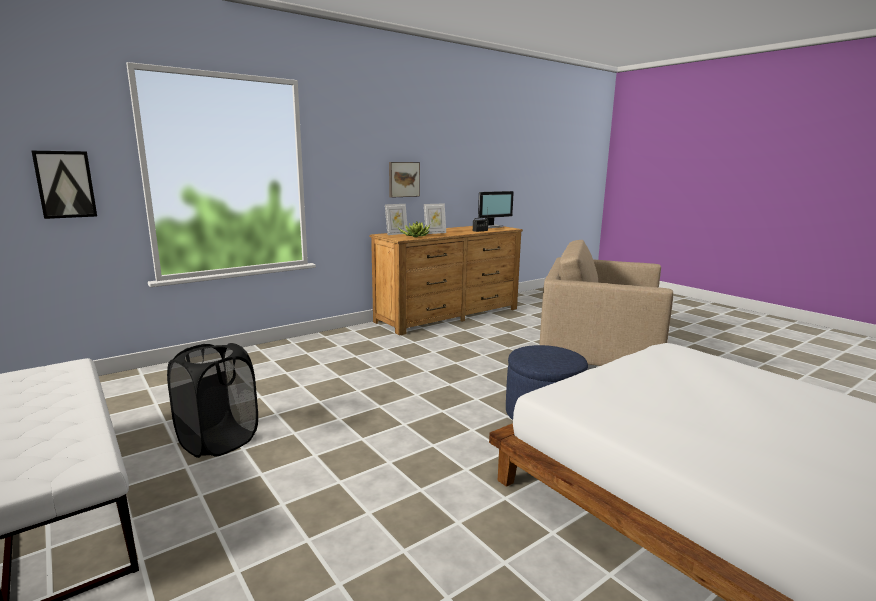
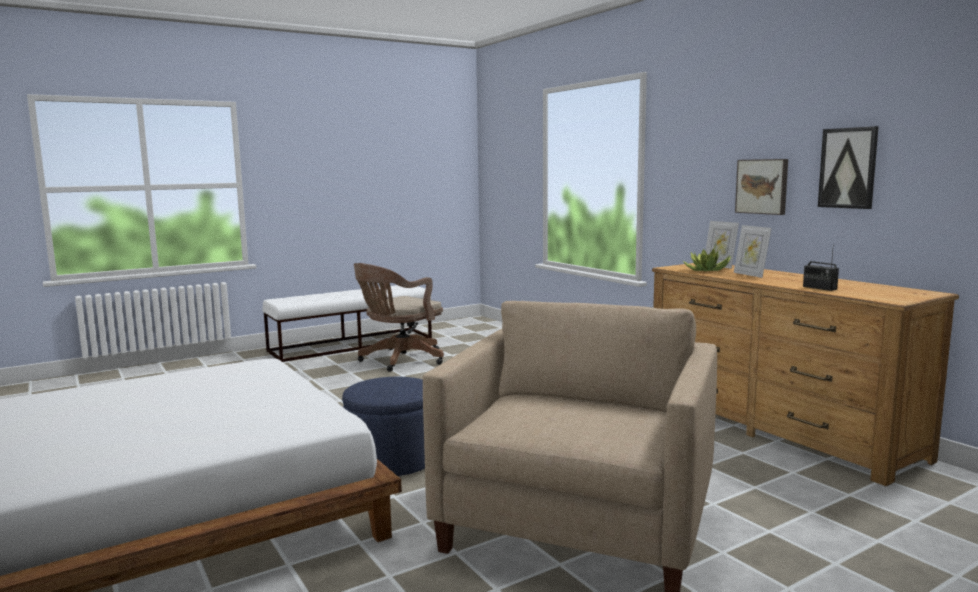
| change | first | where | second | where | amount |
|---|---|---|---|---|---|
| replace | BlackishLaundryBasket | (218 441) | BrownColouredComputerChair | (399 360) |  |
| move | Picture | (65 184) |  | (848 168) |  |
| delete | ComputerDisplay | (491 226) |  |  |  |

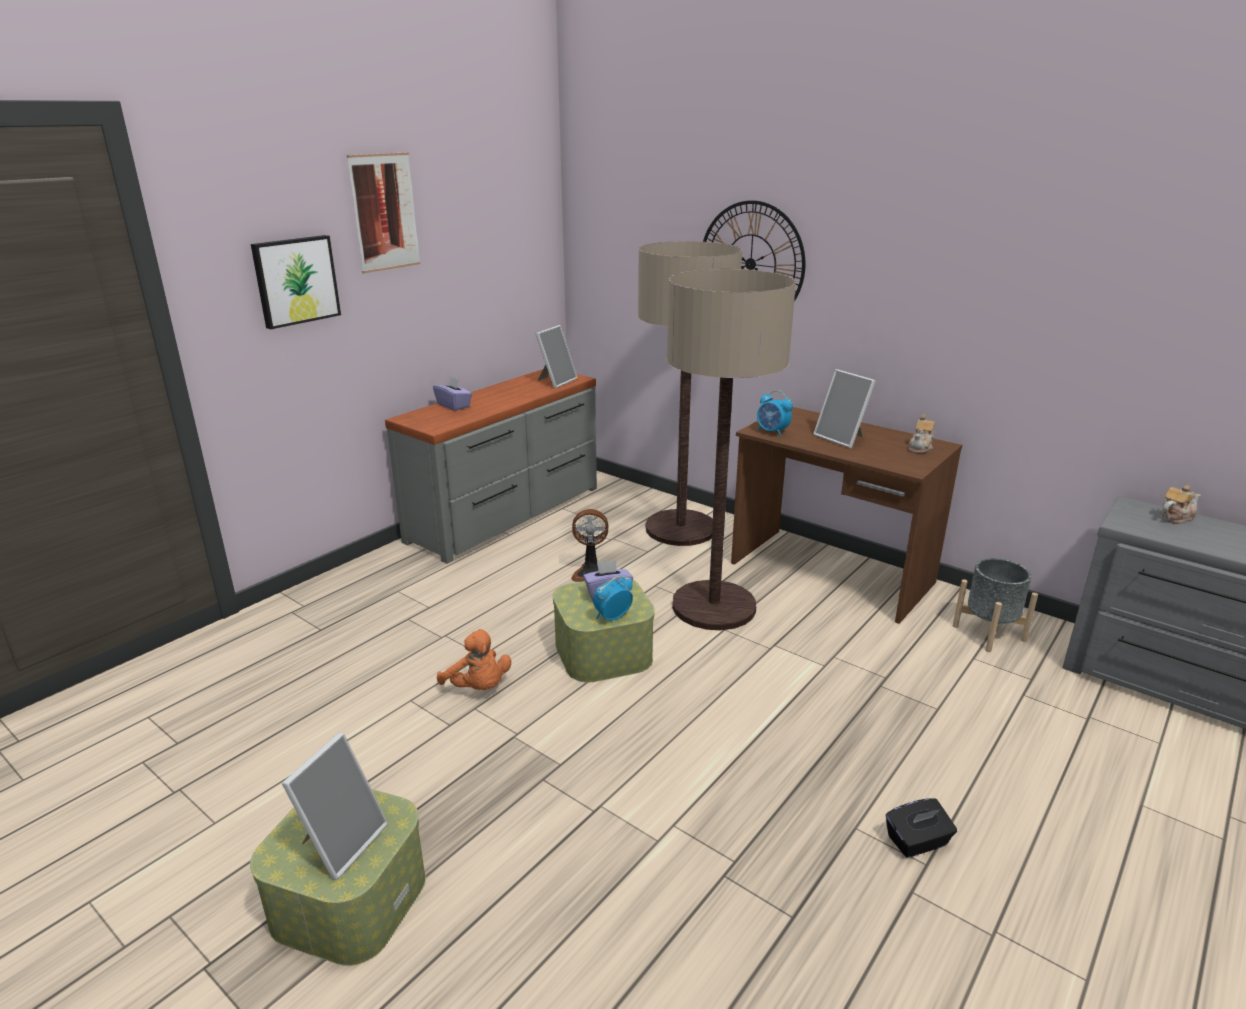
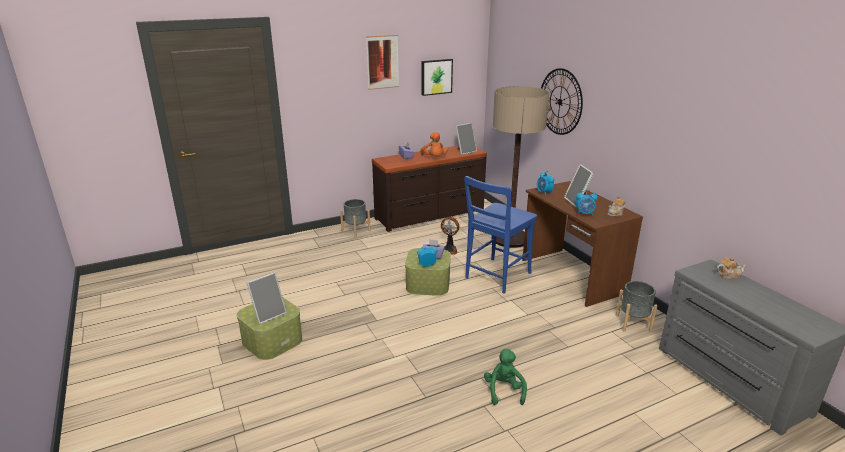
| change | first | where | second | where | amount |
|---|---|---|---|---|---|
| insert |  |  | GreyPlantPot | (356 231) |  |
| recolor | GreyChestOfDrawers | (507 514) | BrownColouredChestOfDrawers | (430 215) |  |
| move | OrangeCuddlyToy | (478 688) |  | (434 158) |  |
| move | Picture | (295 280) |  | (436 76) |  |
| replace | StandingLamp | (713 606) | BluePlainChair | (495 277) |  |
| replace | BlackishTissueHolder | (917 842) | GreenishCuddlyToy | (504 391) |  |
| insert |  |  | BedsideClock | (584 214) |  |

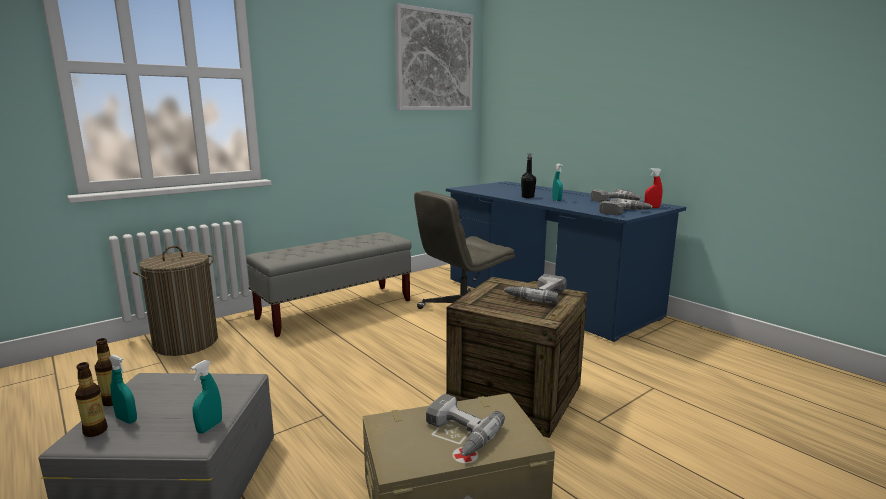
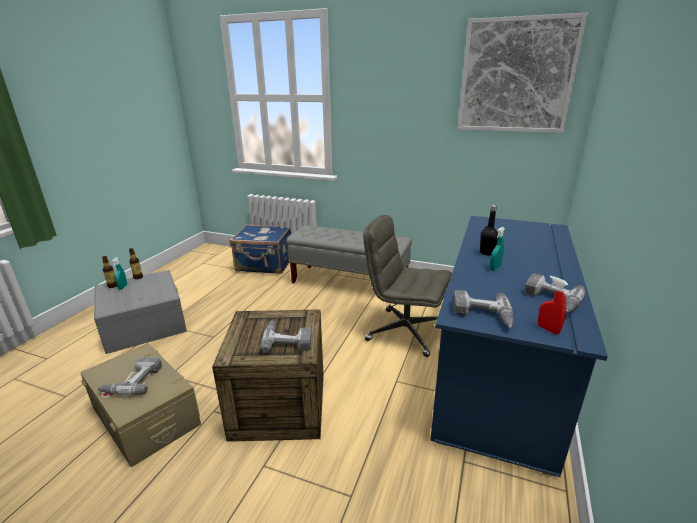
| change | first | where | second | where | amount |
|---|---|---|---|---|---|
| replace | LaundryBasket | (186 343) | BlueTravelCase | (265 265) |  |
| delete | BlueGreenSprayer | (209 427) |  |  |  |

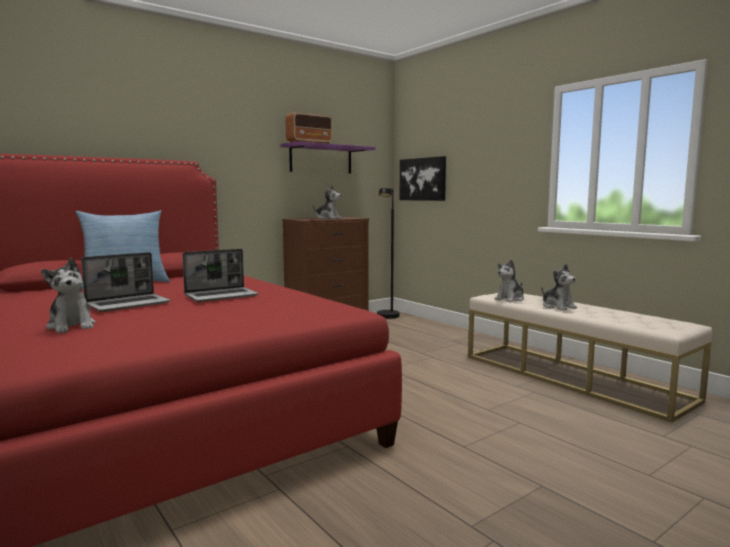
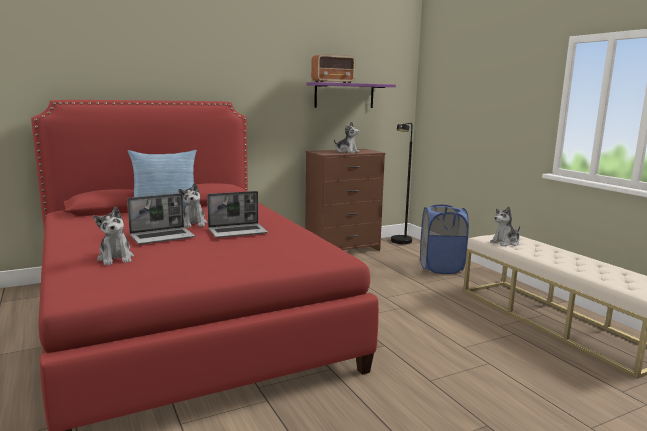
| change | first | where | second | where | amount |
|---|---|---|---|---|---|
| move | CuddlyToy | (558 306) |  | (193 223) |  |
| insert |  |  | BlueLaundryBasket | (441 268) |  |
| delete | Picture | (423 179) |  |  |  |

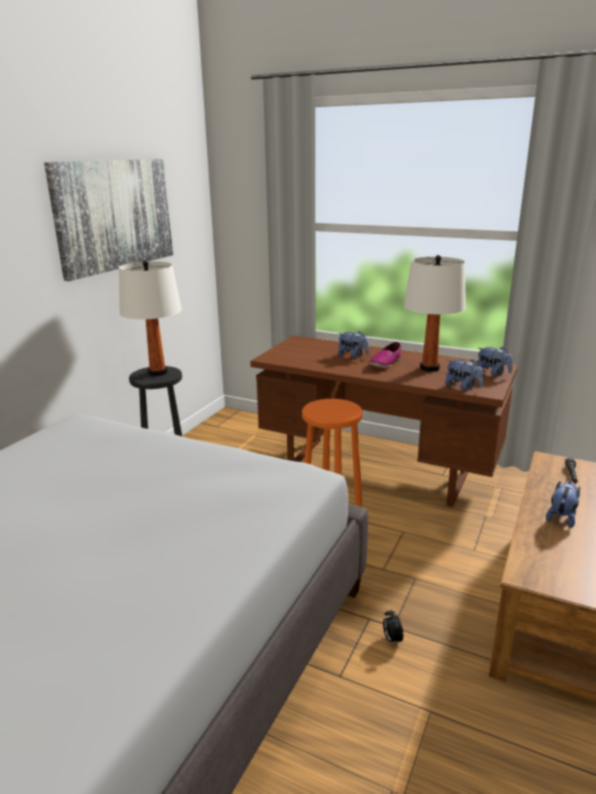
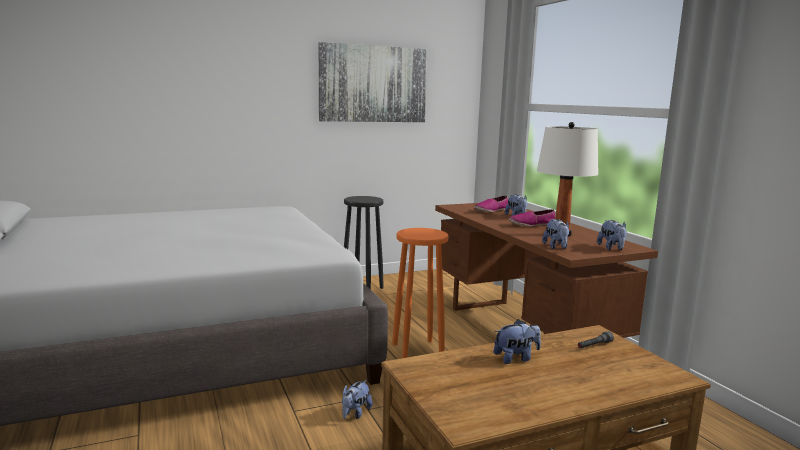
| change | first | where | second | where | amount |
|---|---|---|---|---|---|
| replace | BedsideClock | (391 639) | CuddlyToy | (355 413) |  |
| insert |  |  | ItemOfFootwear | (491 210) |  |
| delete | WhiteColouredTableLamp | (157 372) |  |  |  |

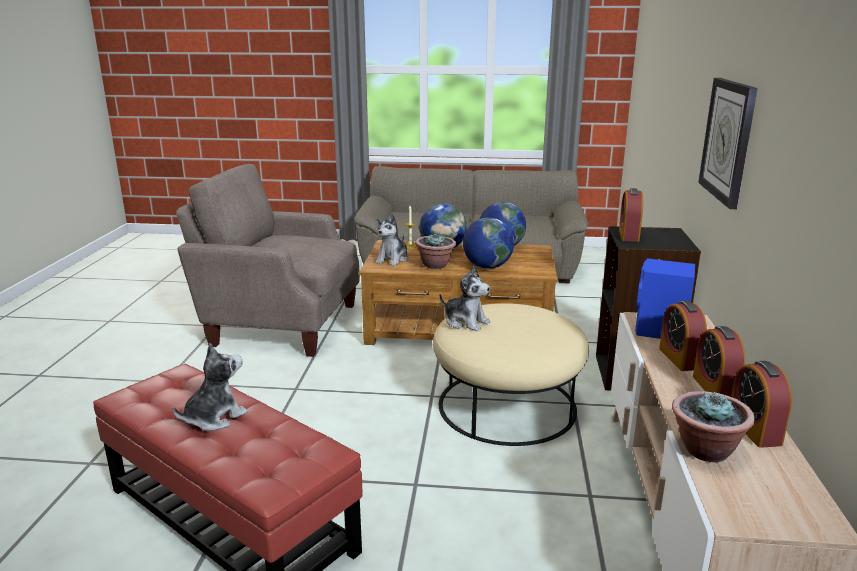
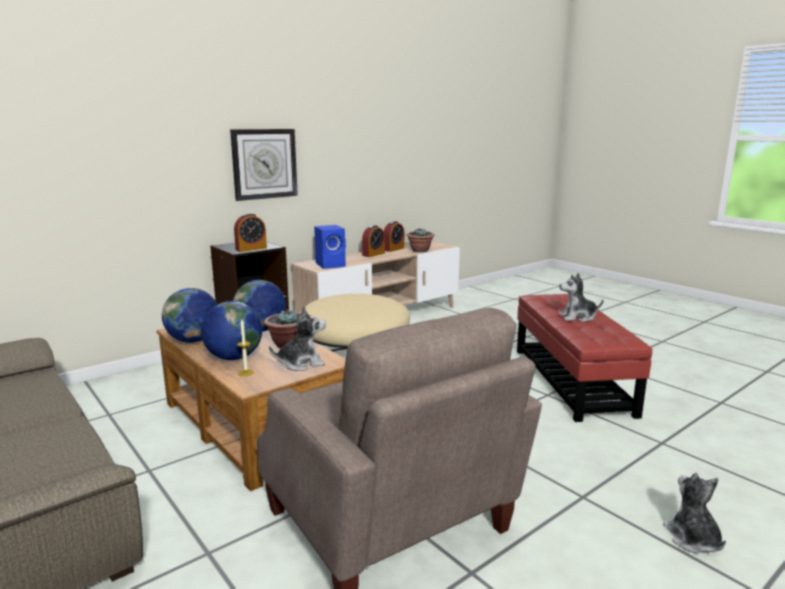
| change | first | where | second | where | amount |
|---|---|---|---|---|---|
| move | CuddlyToy | (465 322) |  | (693 539) |  |
| delete | BedsideClock | (679 358) |  |  |  |

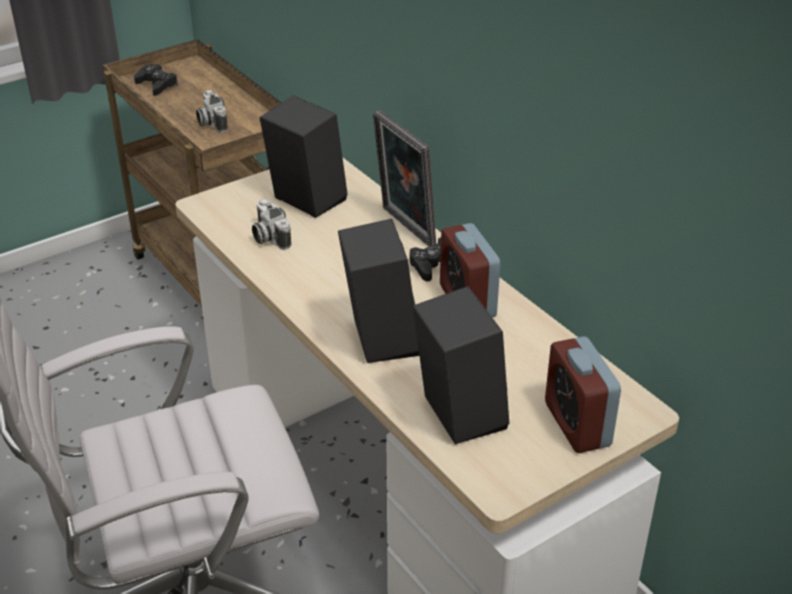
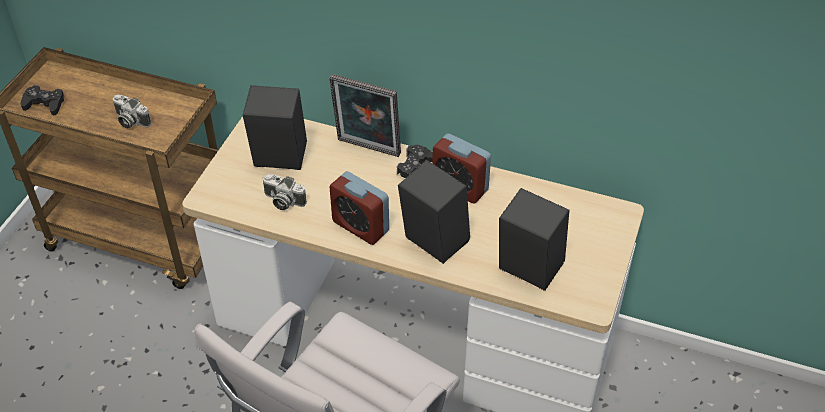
| change | first | where | second | where | amount |
|---|---|---|---|---|---|
| move | BedsideClock | (577 424) |  | (360 226) |  |

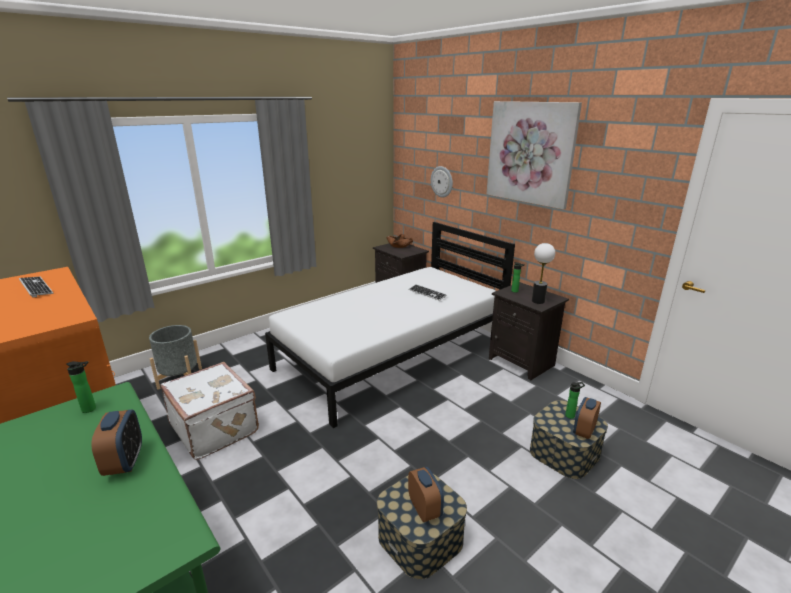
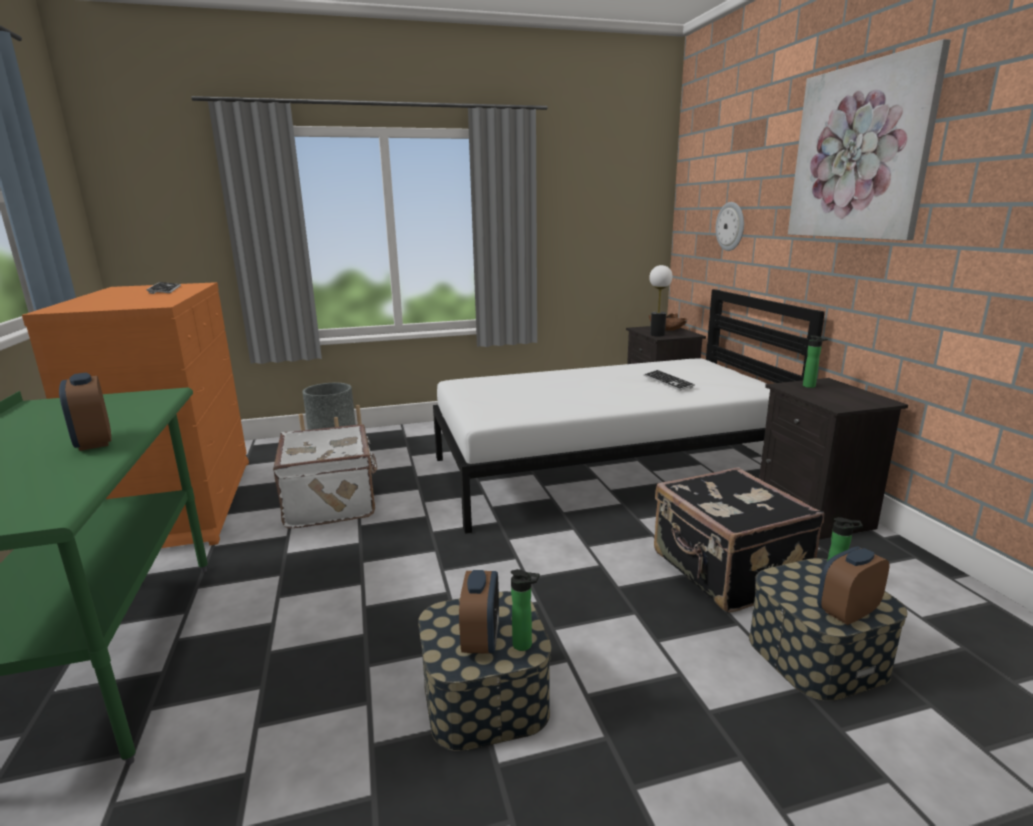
| change | first | where | second | where | amount |
|---|---|---|---|---|---|
| rotate | BedsideClock | (125 462) |  | (94 442) | 135 degrees clockwise |
| move | Bottle | (91 409) |  | (525 645) |  |
| move | TableLamp | (538 301) |  | (657 335) |  |
| insert |  |  | BlackishTravelCase | (726 571) |  |

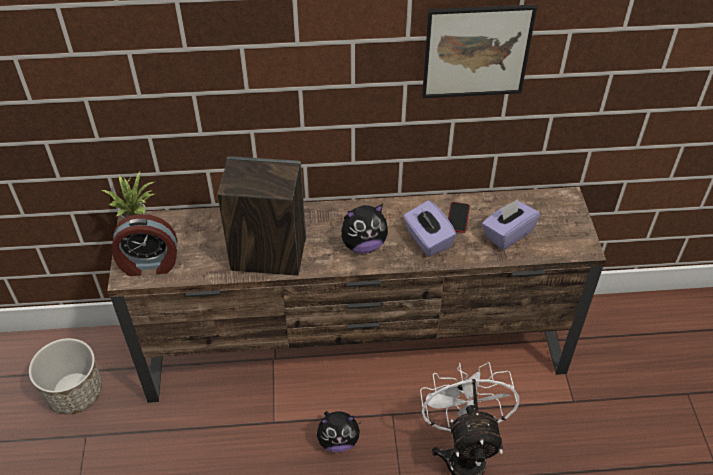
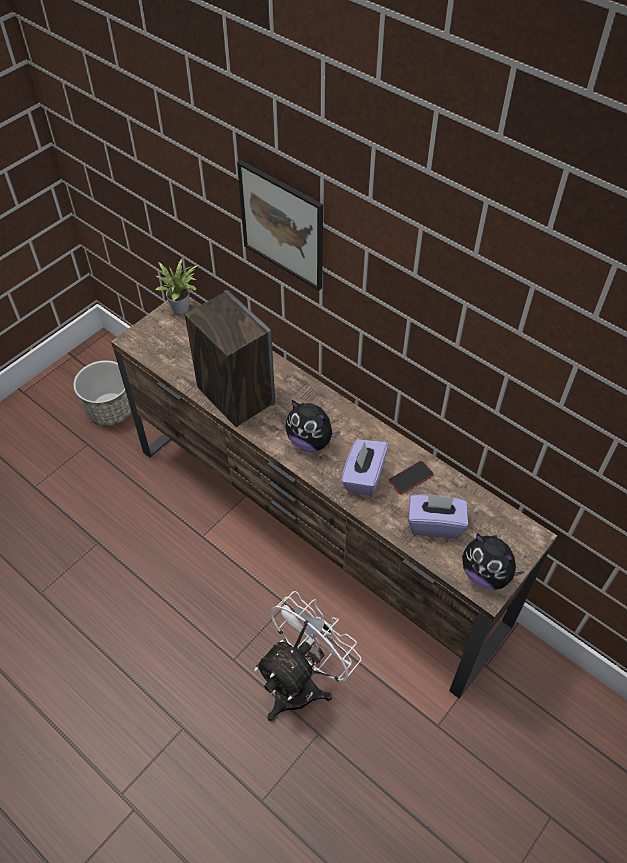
| change | first | where | second | where | amount |
|---|---|---|---|---|---|
| move | Picture | (476 51) |  | (282 225) |  |
| move | CuddlyToy | (338 440) |  | (486 574) |  |
| delete | BedsideClock | (149 264) |  |  |  |

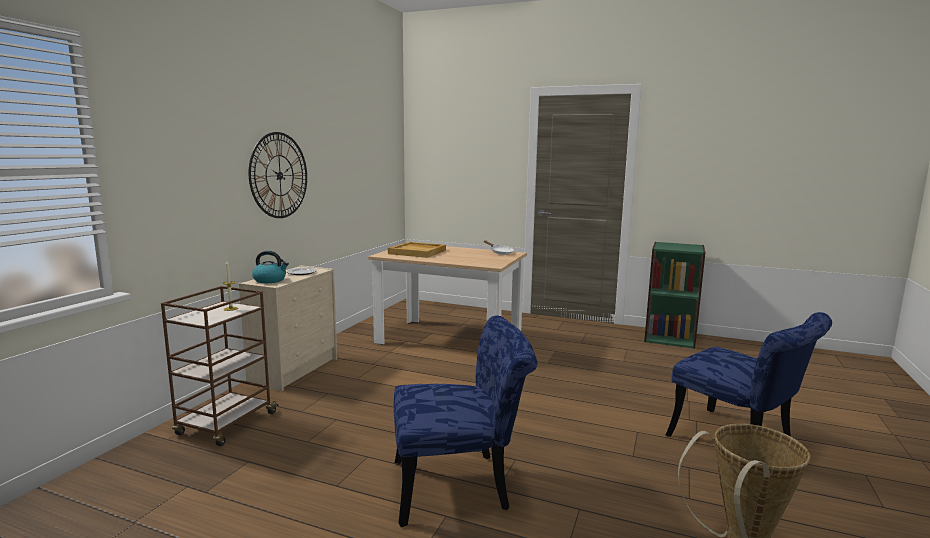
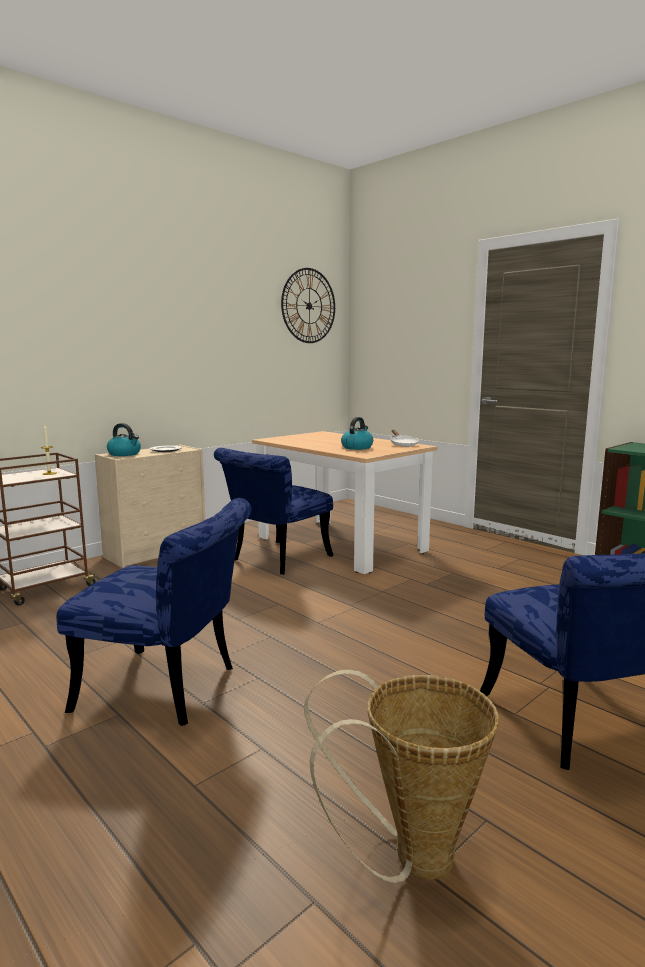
| change | first | where | second | where | amount |
|---|---|---|---|---|---|
| insert |  |  | BluePlainChair | (275 560) |  |
| move | WallClock | (279 175) |  | (309 306) |  |
| insert |  |  | TeaKettle | (357 447) |  |
| delete | BeigeColouredCarryingTray | (418 252) |  |  |  |

